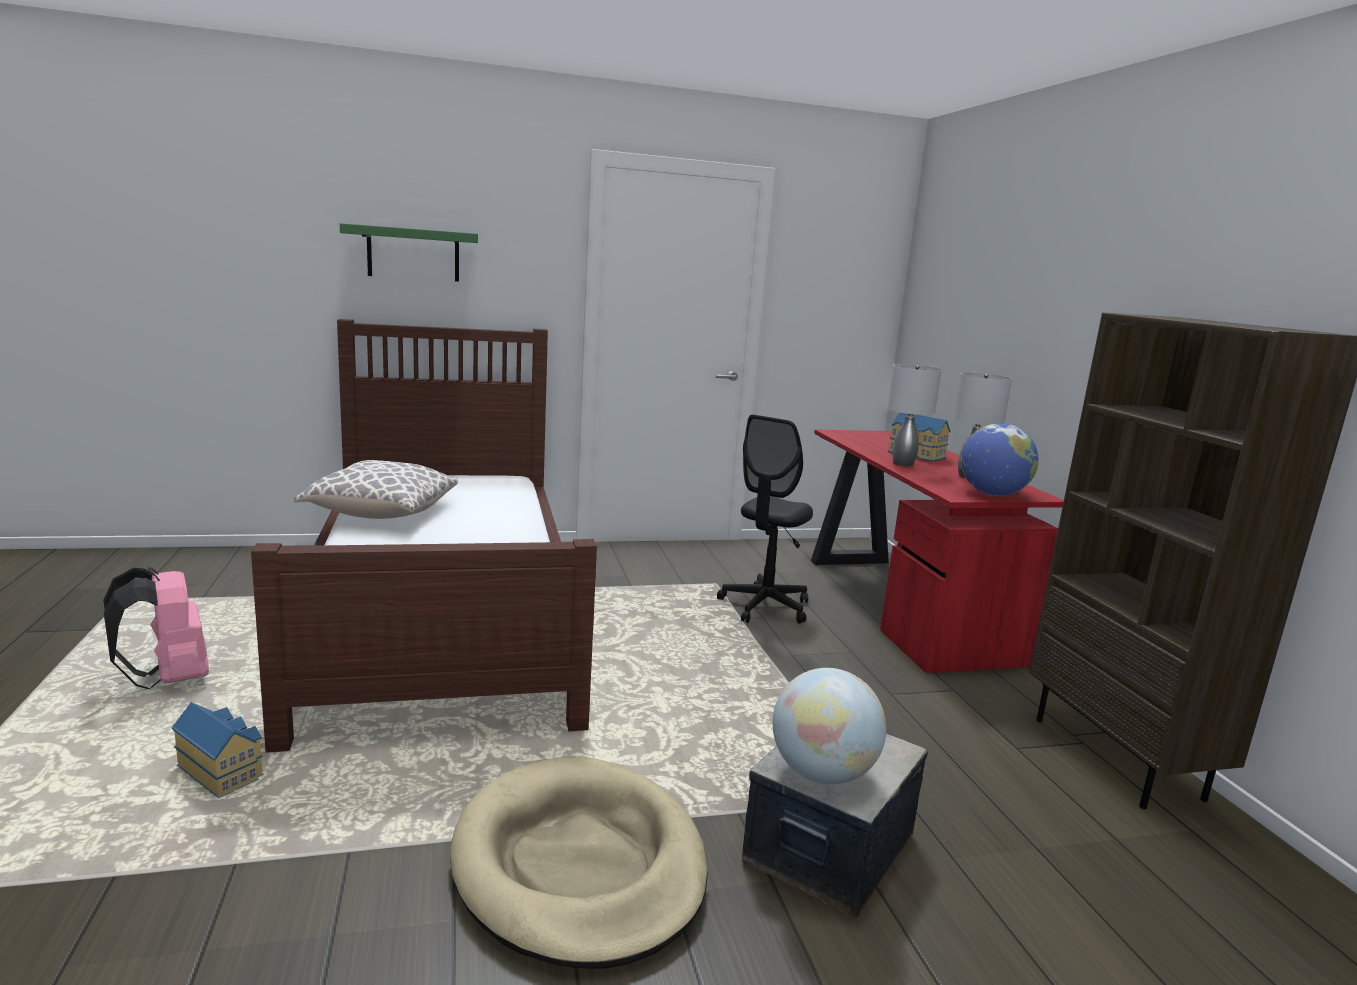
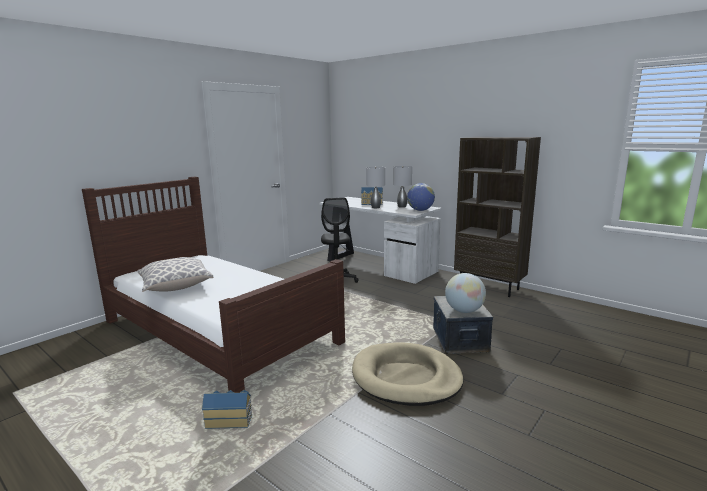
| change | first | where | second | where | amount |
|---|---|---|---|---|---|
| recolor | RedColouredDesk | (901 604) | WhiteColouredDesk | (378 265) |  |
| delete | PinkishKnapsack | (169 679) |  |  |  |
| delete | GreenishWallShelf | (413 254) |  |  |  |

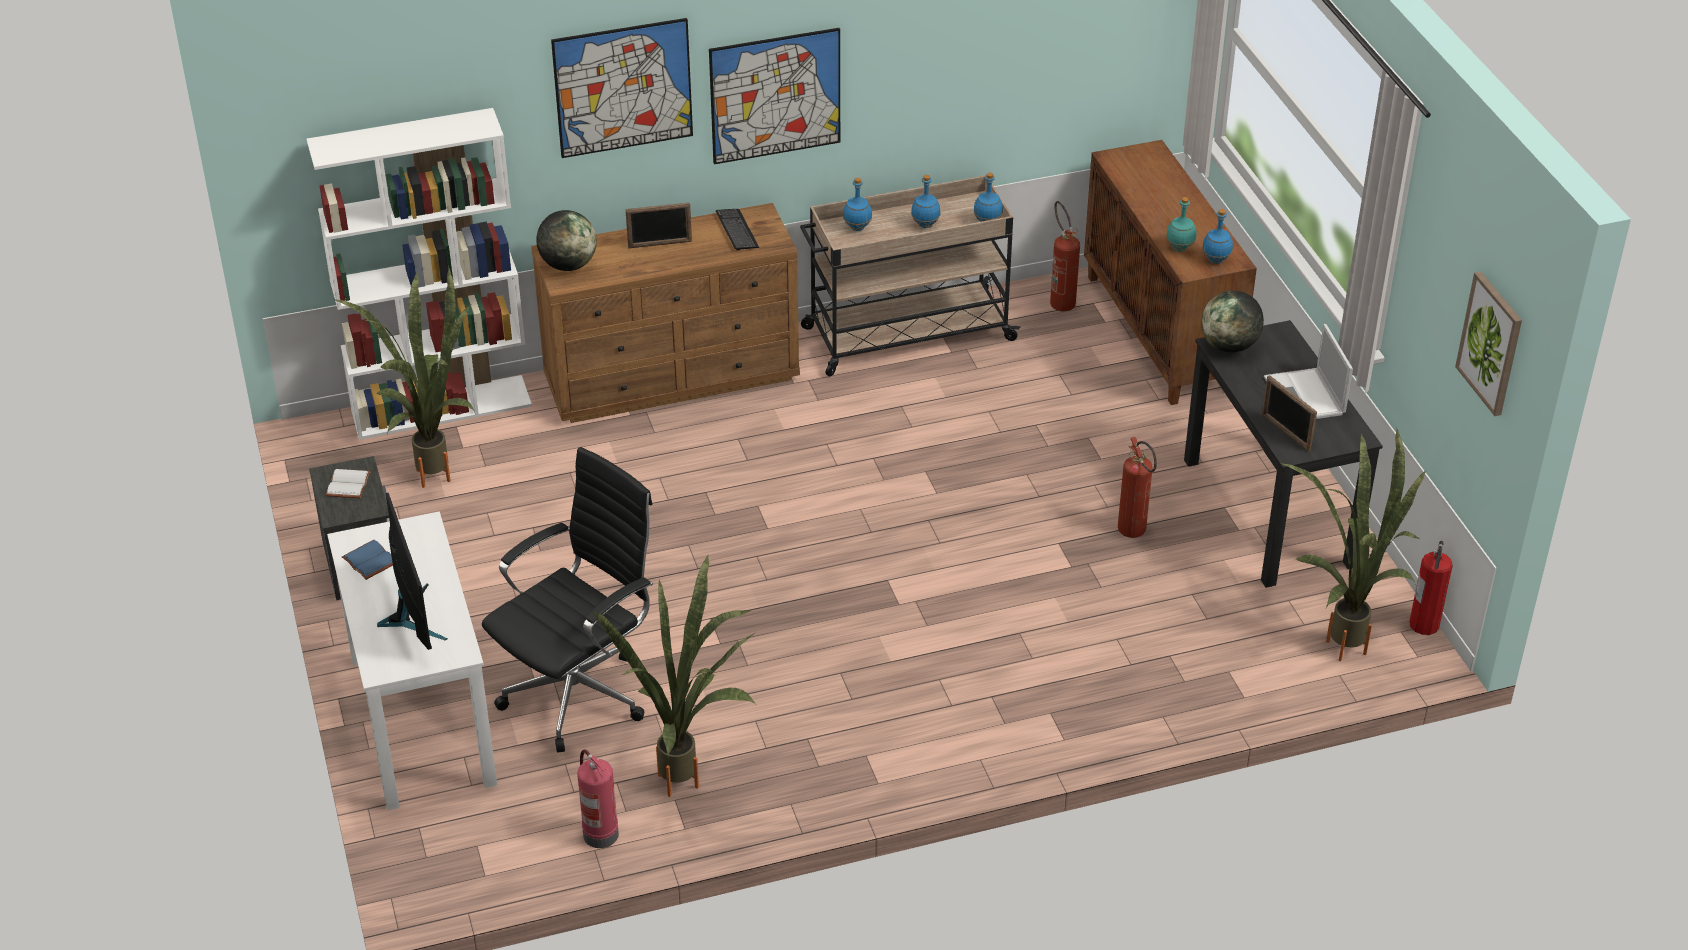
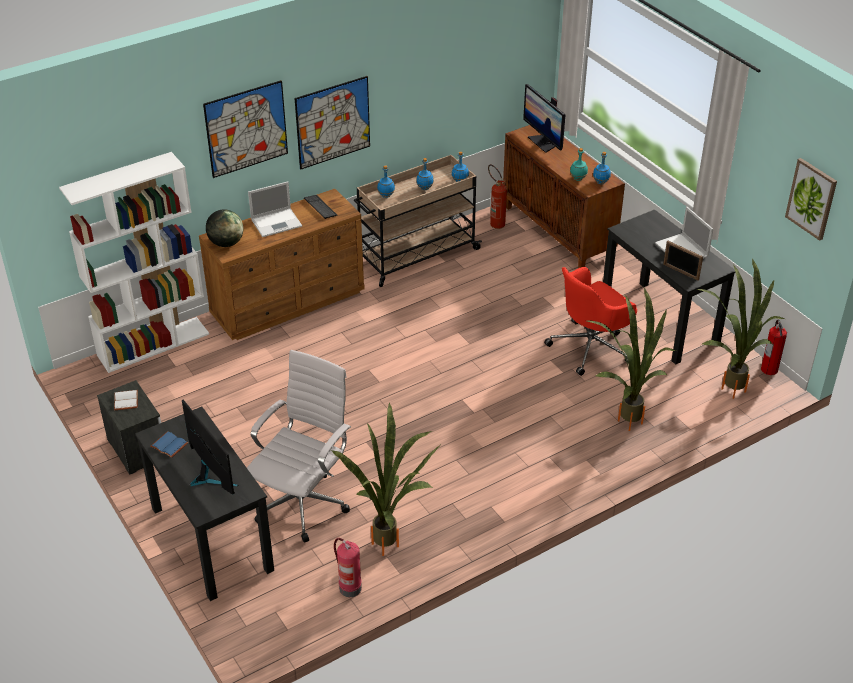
| change | first | where | second | where | amount |
|---|---|---|---|---|---|
| recolor | WhiteColouredDesk | (422 719) | BlackishDesk | (211 538) |  |
| recolor | BlackishComputerChair | (580 692) | WhiteColouredComputerChair | (304 502) |  |
| replace | PhotoFrame | (660 244) | PortableComputer | (277 222) |  |
| insert |  |  | ComputerDisplay | (543 142) |  |
| replace | FireFightingCylinder | (1134 533) | RedColouredComputerChair | (591 347) |  |
| move | PottedPlant | (434 468) |  | (627 417) |  |
| delete | DeskGlobe | (1229 346) |  |  |  |

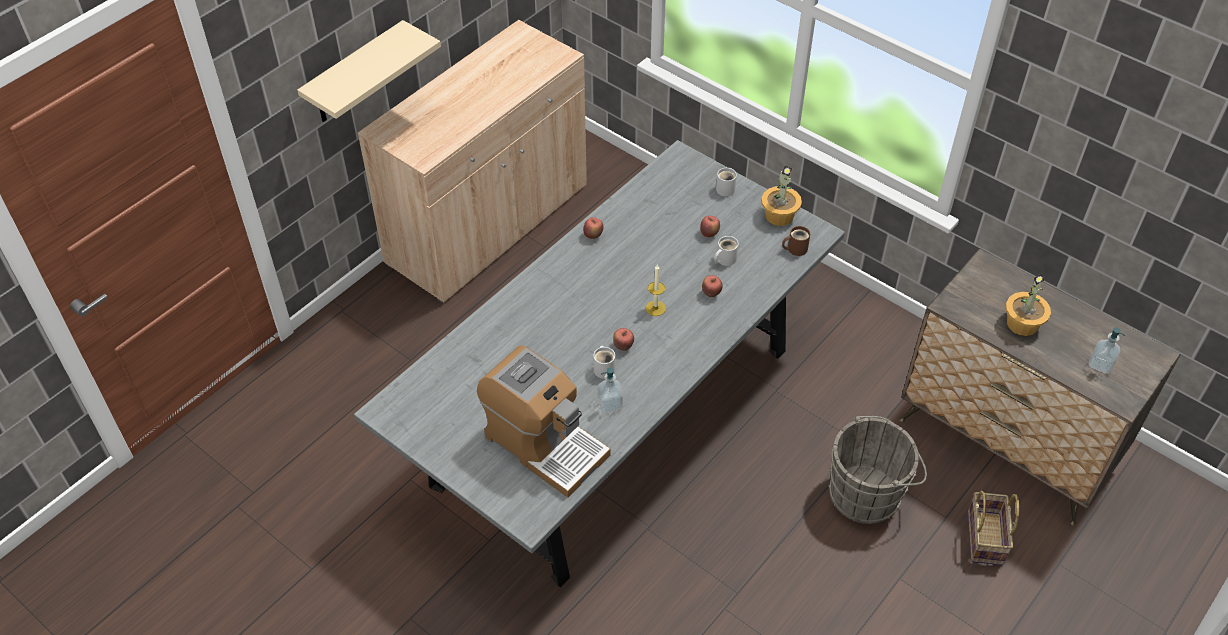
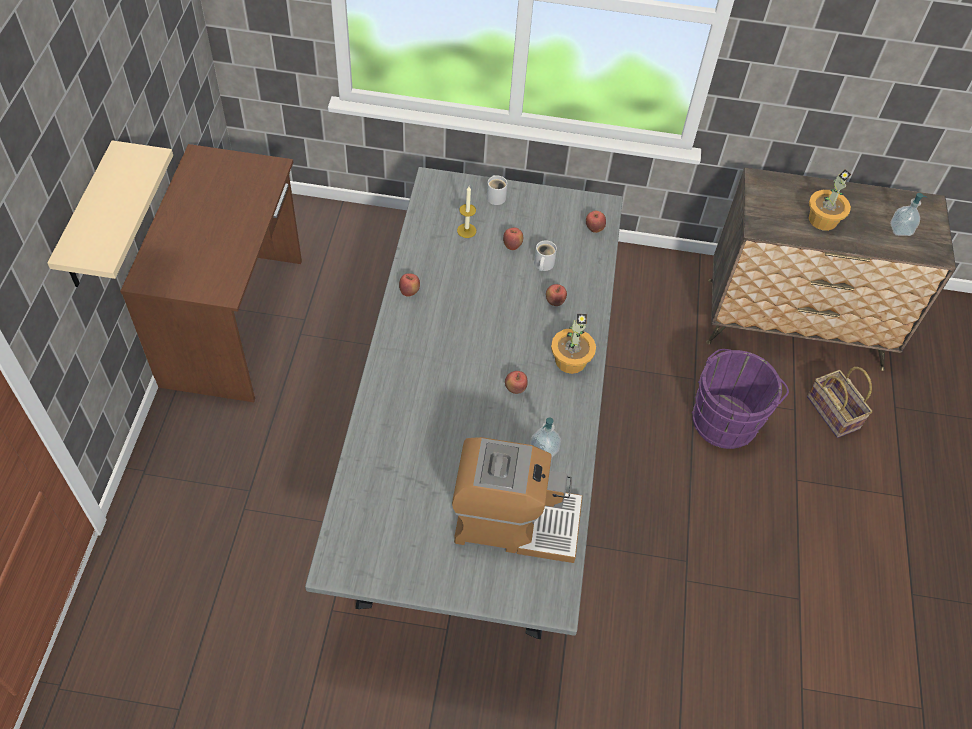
| change | first | where | second | where | amount |
|---|---|---|---|---|---|
| replace | BeigeColouredCupboard | (488 225) | BrownColouredDesk | (235 321) |  |
| move | WaxLight | (655 308) |  | (466 230) |  |
| move | PottedPlant | (779 215) |  | (570 360) |  |
| replace | BrownColouredTeaMug | (795 248) | WholeApple | (594 229) |  |
| recolor | GreyBucket | (868 493) | PurplishBucket | (726 418) |  |
| delete | WhiteColouredTeaMug | (604 368) |  |  |  |

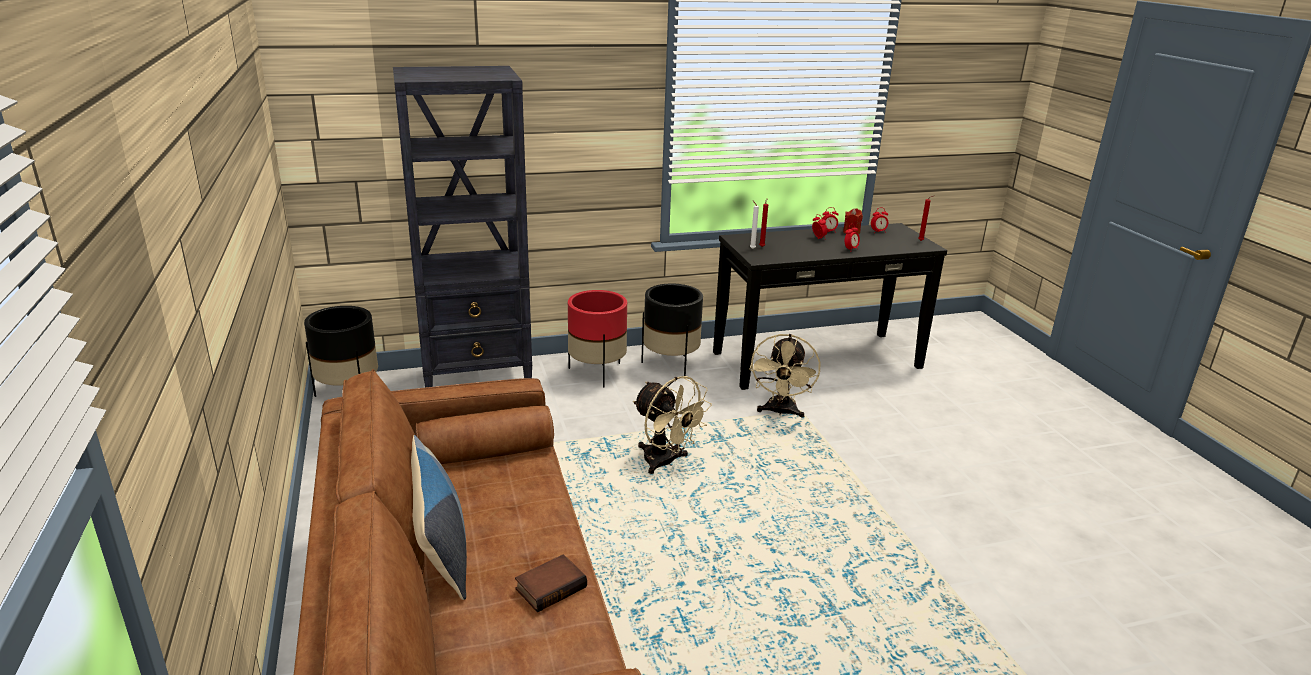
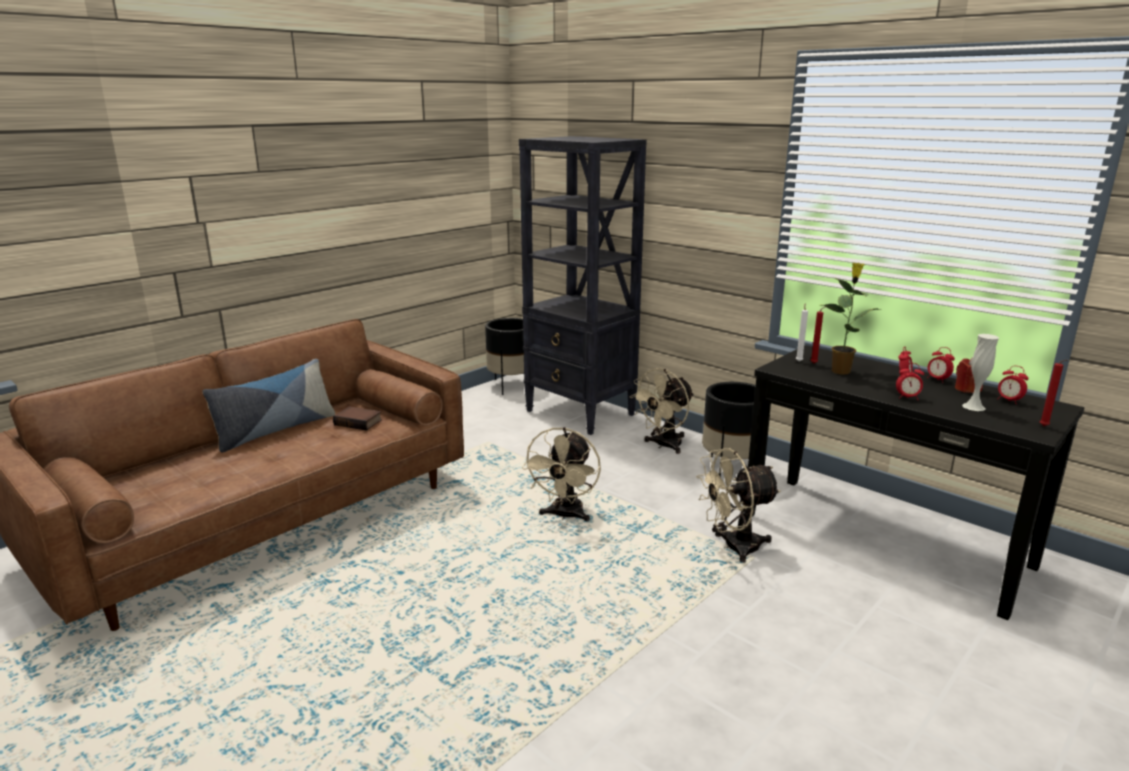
| change | first | where | second | where | amount |
|---|---|---|---|---|---|
| move | BoundBook | (550 586) |  | (359 422) |  |
| replace | RedColouredPlantPot | (597 373) | BeigeColouredCoolingFan | (663 445) |  |
| insert |  |  | PottedPlant | (841 371) |  |
| insert |  |  | WhiteColouredVase | (973 407) |  |

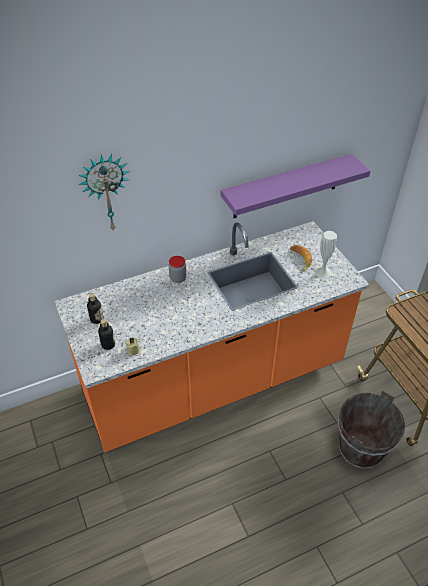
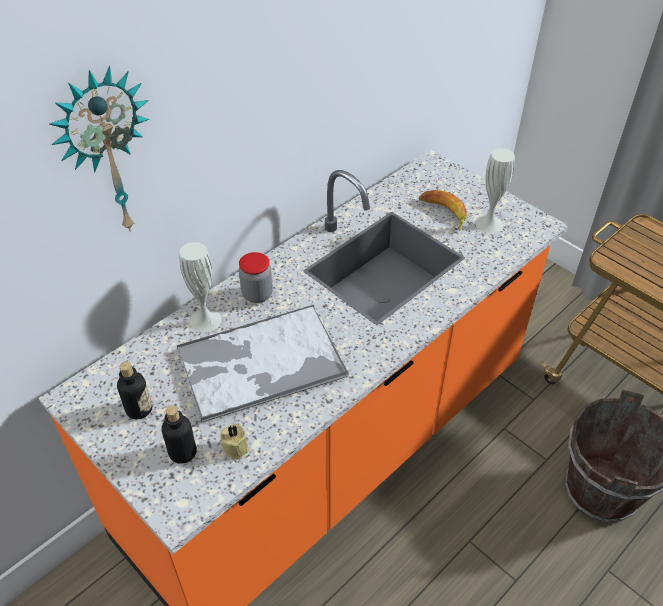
| change | first | where | second | where | amount |
|---|---|---|---|---|---|
| insert |  |  | CarryingTray | (260 363) |  |
| insert |  |  | WhiteColouredVase | (205 320) |  |
| delete | PurplishWallShelf | (286 187) |  |  |  |

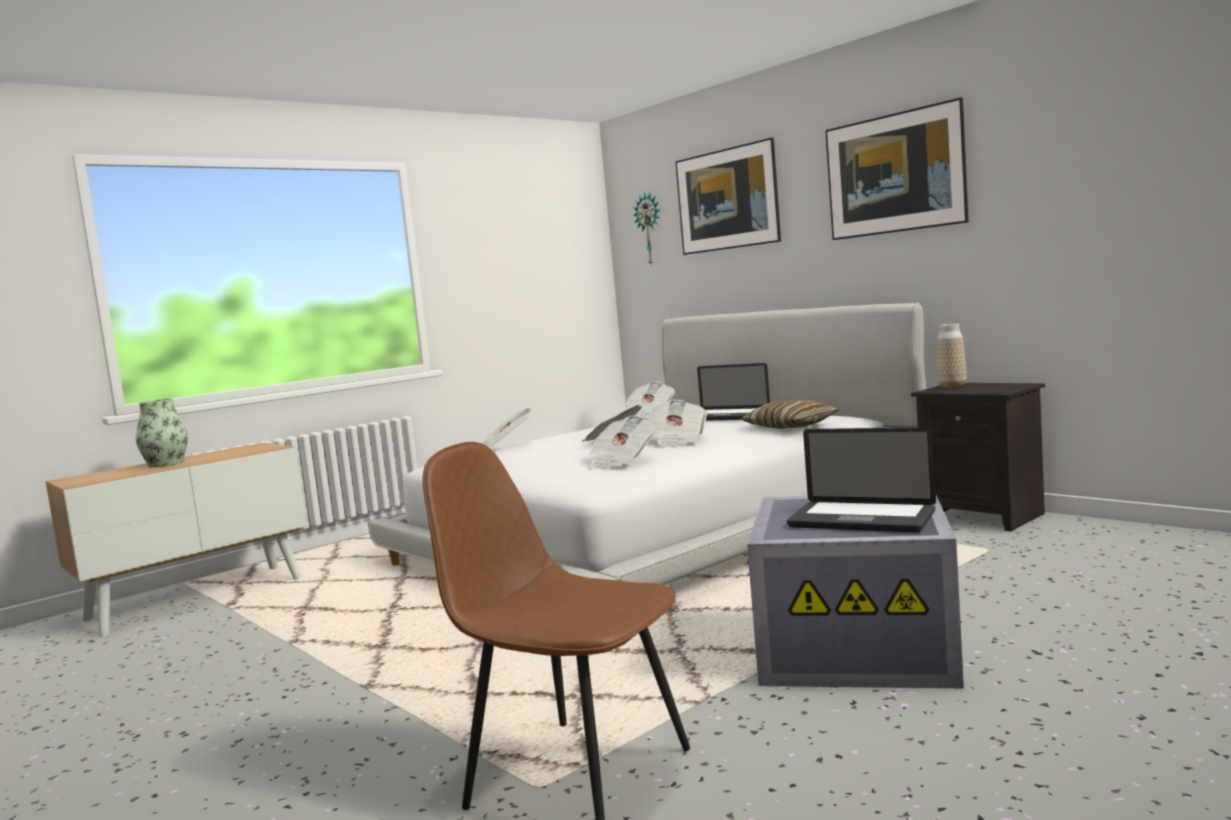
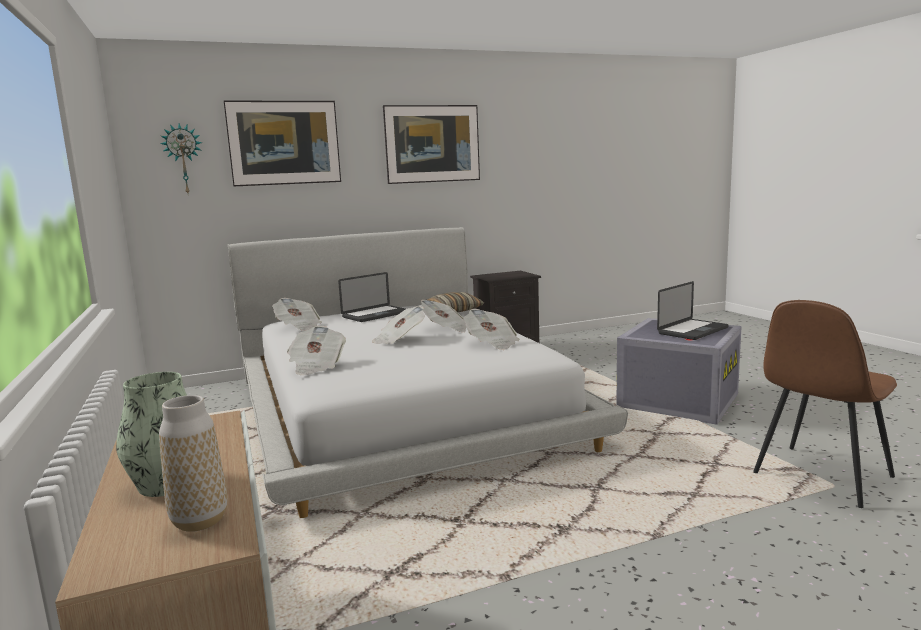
| change | first | where | second | where | amount |
|---|---|---|---|---|---|
| move | Vase | (952 386) |  | (200 521) |  |

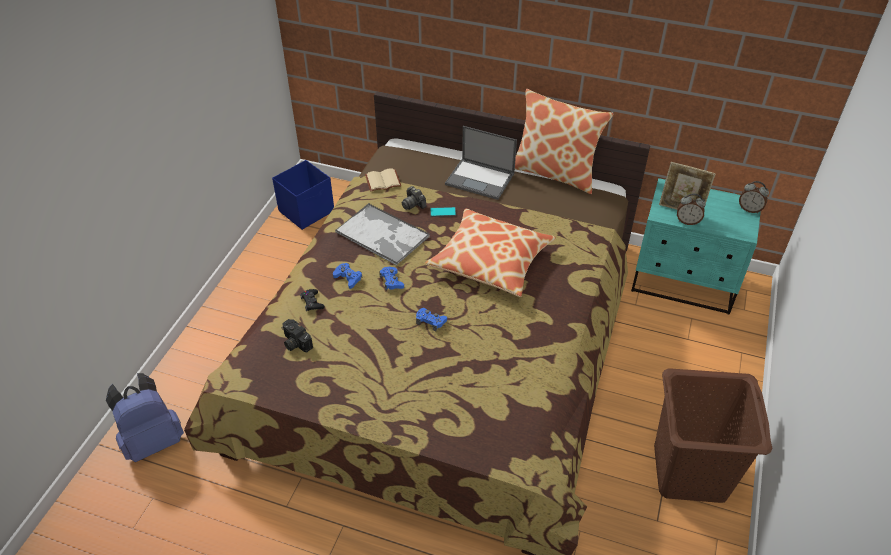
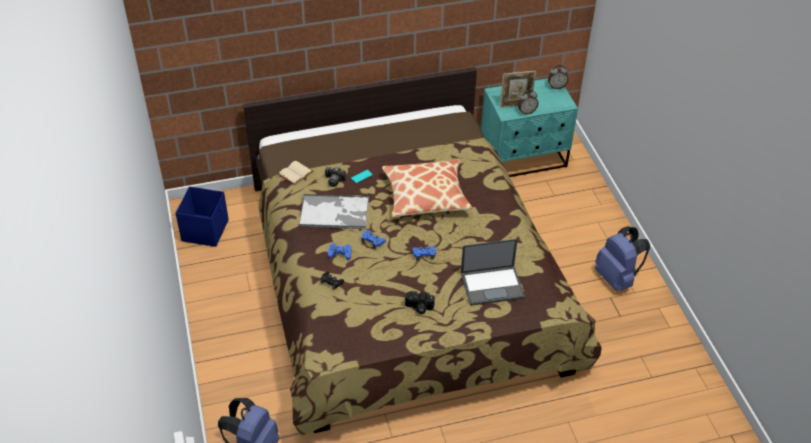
| change | first | where | second | where | amount |
|---|---|---|---|---|---|
| move | StillCamera | (295 342) |  | (419 307) |  |
| move | PortableComputer | (481 179) |  | (493 285) |  |
| replace | BrownColouredLaundryBasket | (690 472) | BlueKnapsack | (617 278) |  |
| delete | Pillow | (555 172) |  |  |  |

